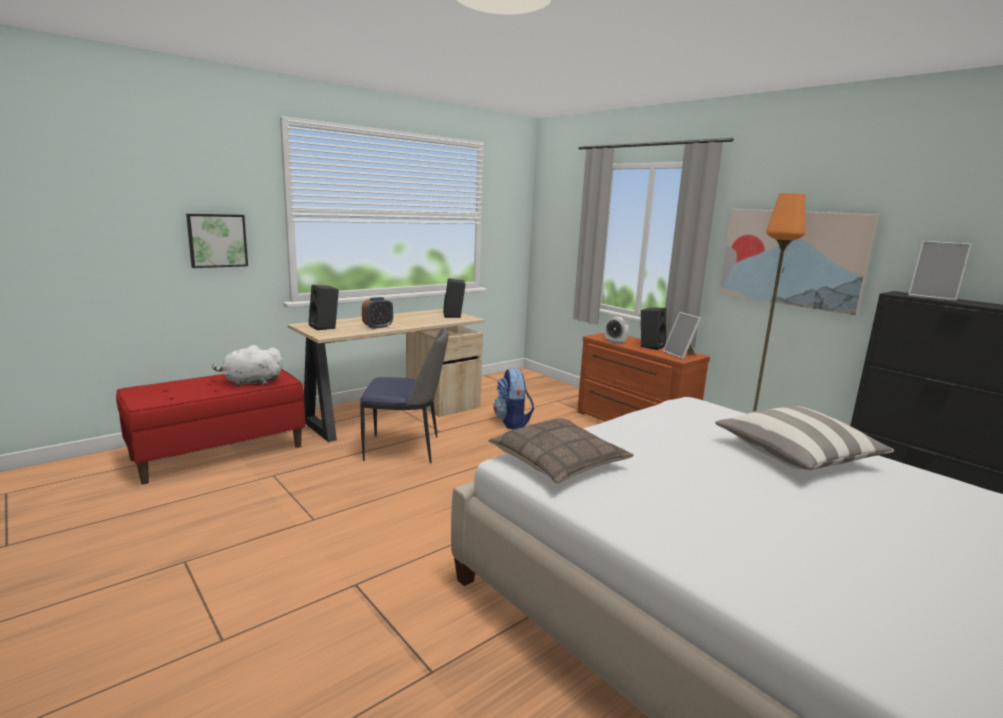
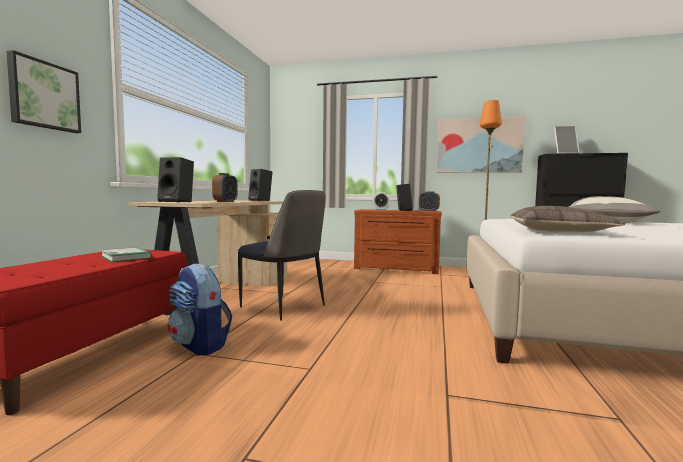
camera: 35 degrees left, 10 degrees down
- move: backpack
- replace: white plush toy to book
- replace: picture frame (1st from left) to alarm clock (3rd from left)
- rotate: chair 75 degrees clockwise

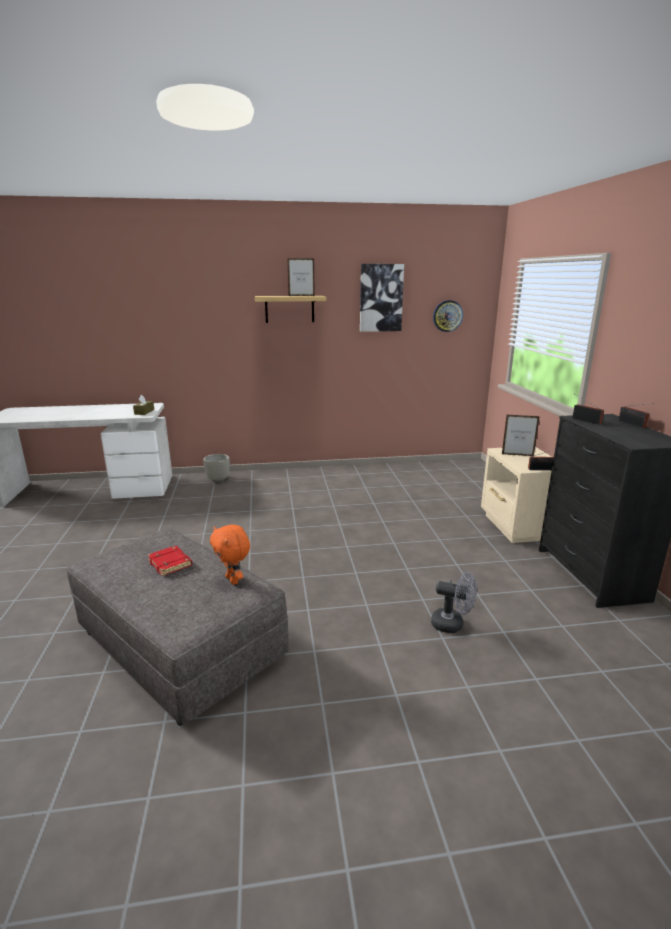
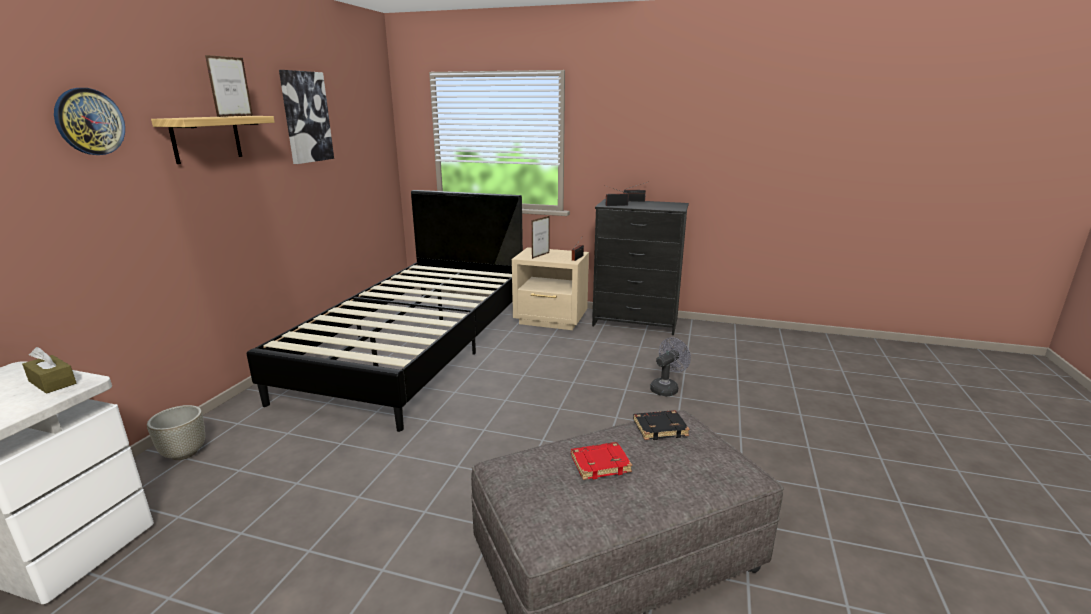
camera: 65 degrees left, 0 degrees up
- insert: black bed
- move: wall clock
- replace: orange plush toy to black book

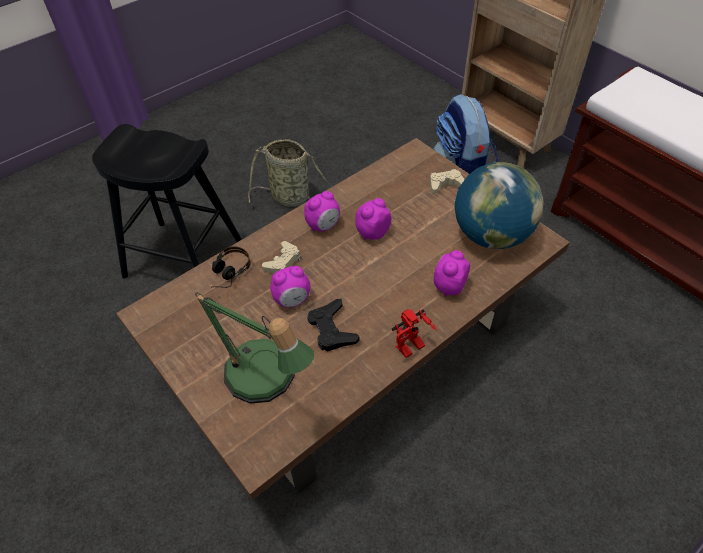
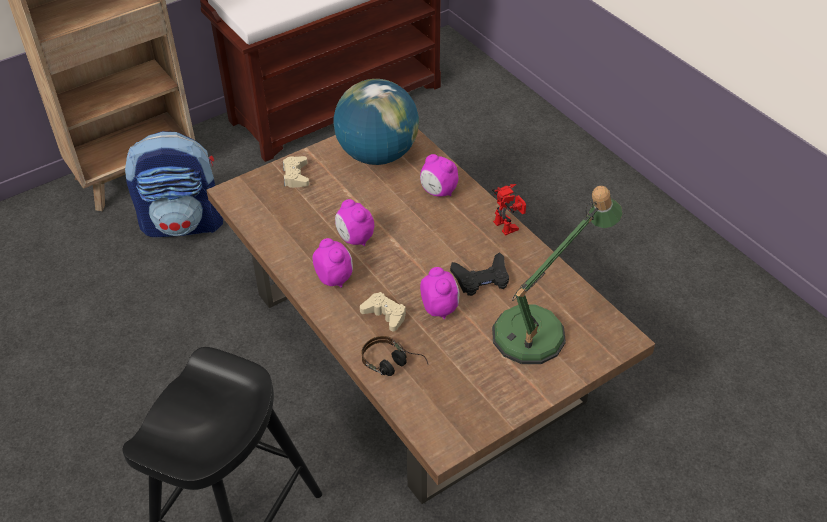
camera: 85 degrees left, 5 degrees down
- delete: basket

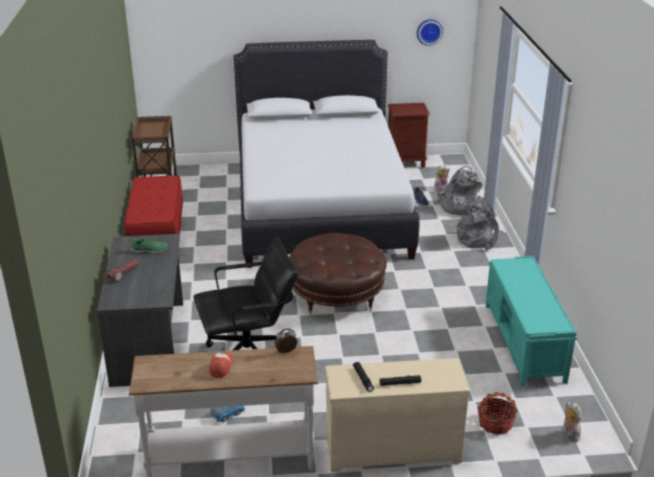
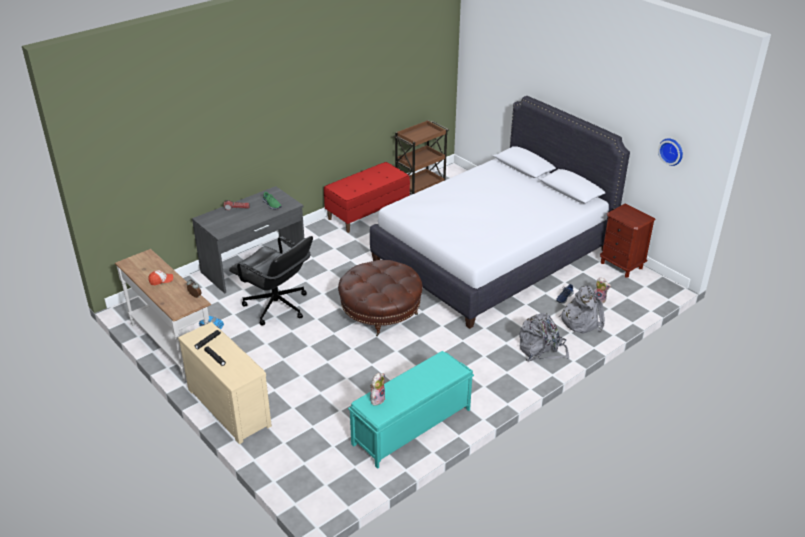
camera: 55 degrees right, 5 degrees up
- delete: basket
- move: plush toy (2nd from left in the first image) to plush toy (1st from left)

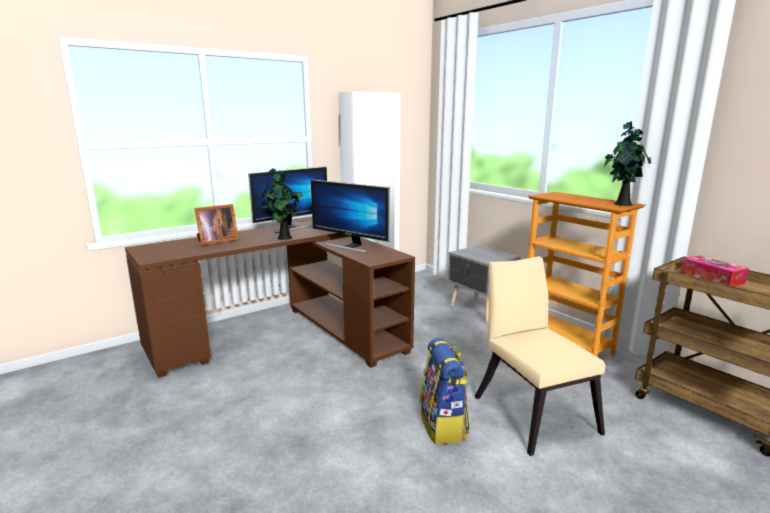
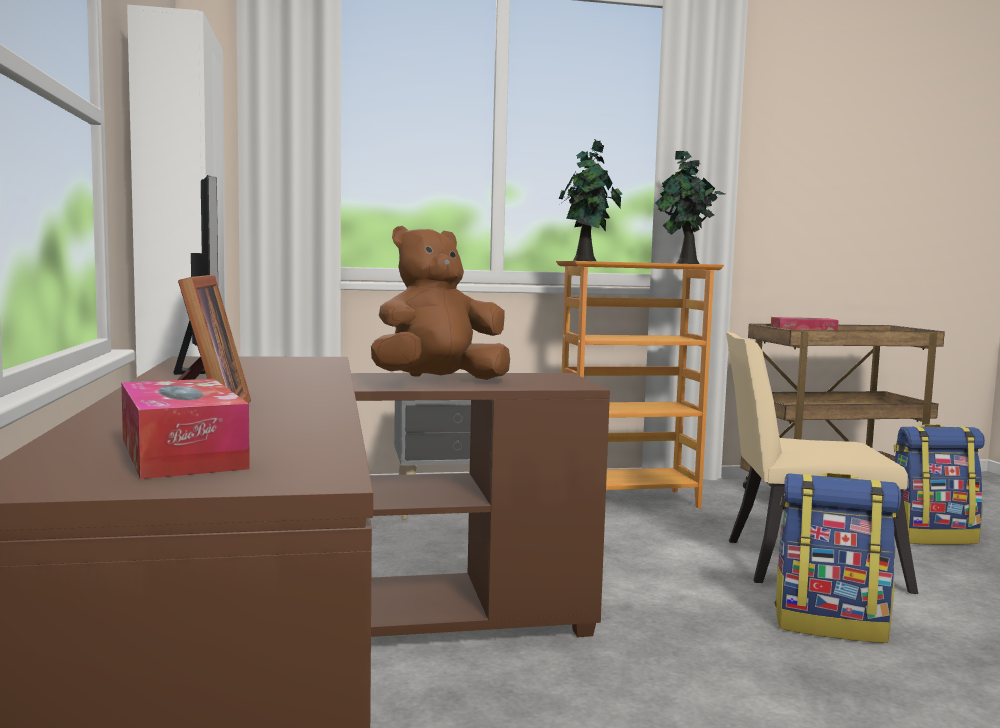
camera: 65 degrees left, 10 degrees down
- insert: tissue box (1st from left)
- insert: backpack (2nd from left)
- move: potted plant (1st from left)
- replace: monitor (2nd from left) to brown plush toy

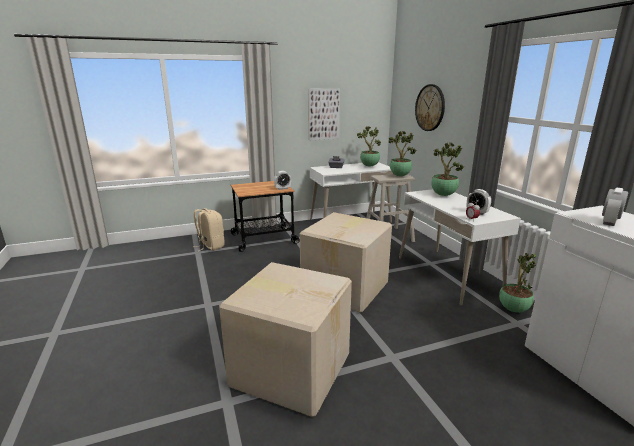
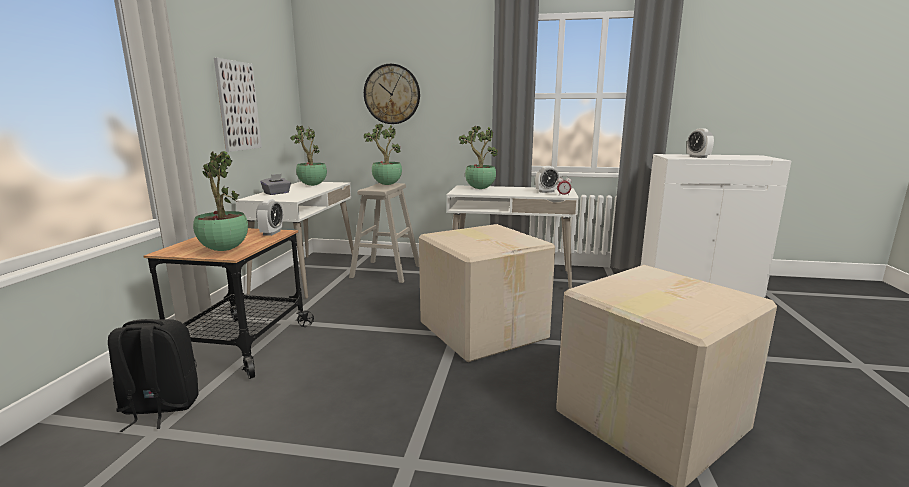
camera: 60 degrees left, 5 degrees down
- move: potted plant (4th from left in the first image) to potted plant (1st from left)
- recolor: beige backpack to black backpack

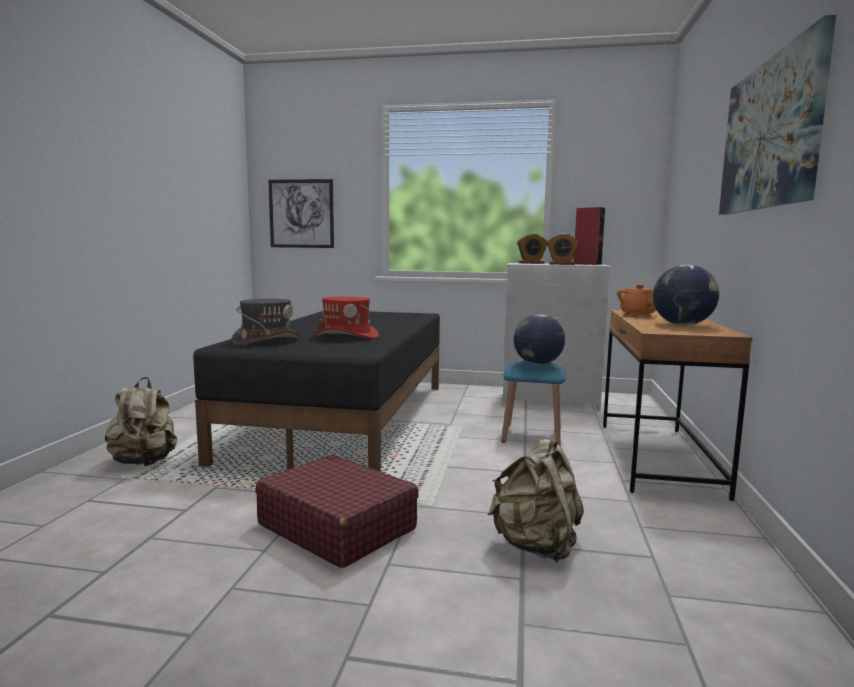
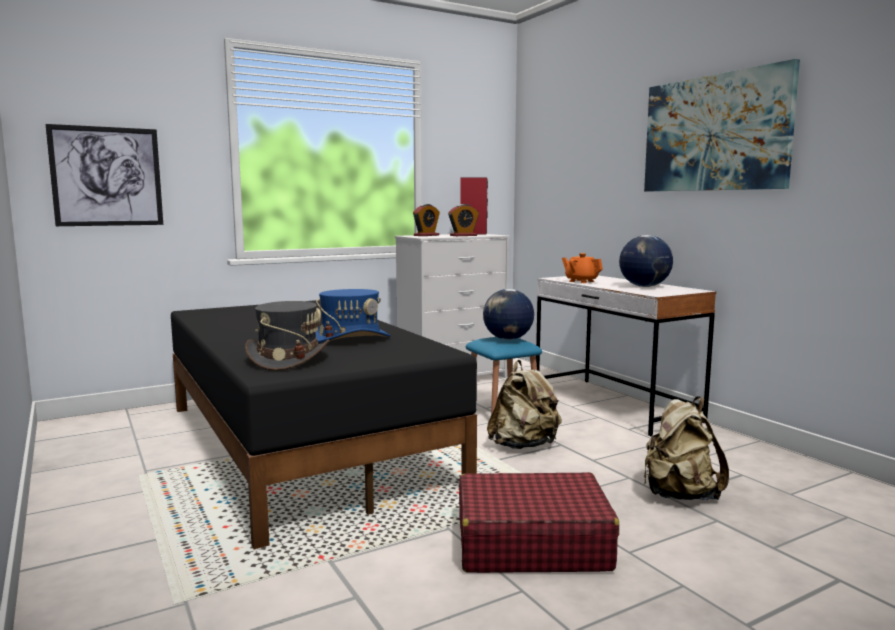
camera: 40 degrees left, 0 degrees up
- move: beige backpack (1st from left)
- recolor: red hat to blue hat
- recolor: brown desk to white desk

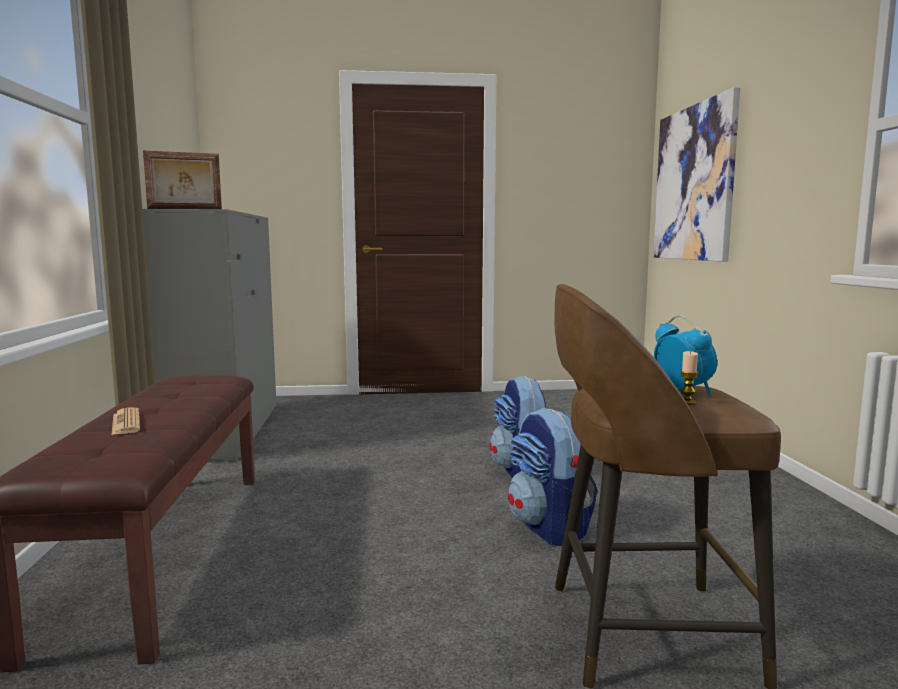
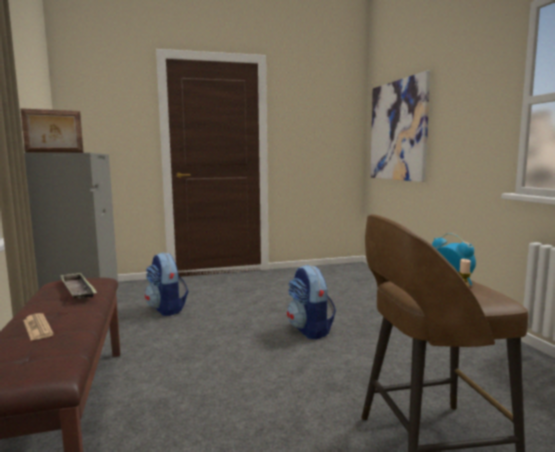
camera: 10 degrees left, 0 degrees up
- insert: tray
- move: backpack (2nd from left in the first image) to backpack (1st from left)

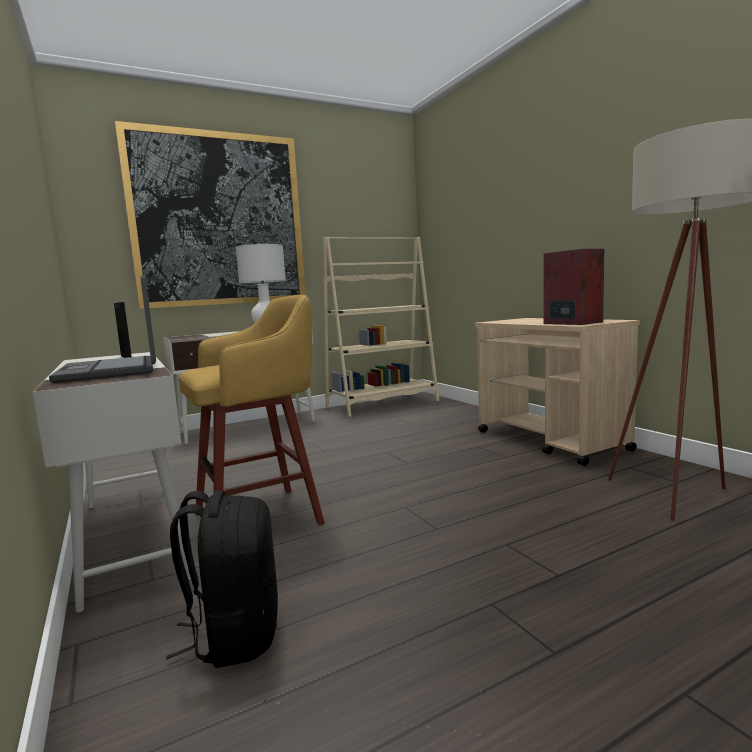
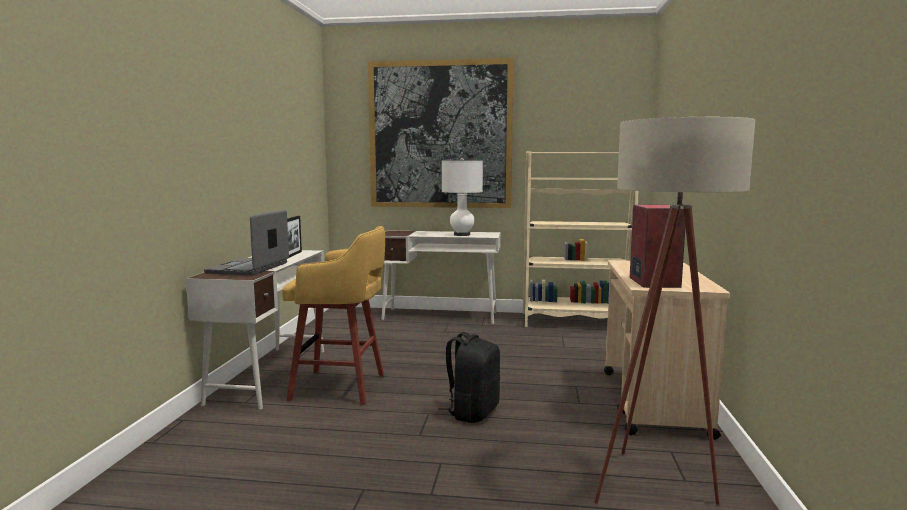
camera: 35 degrees right, 0 degrees up
- move: black backpack

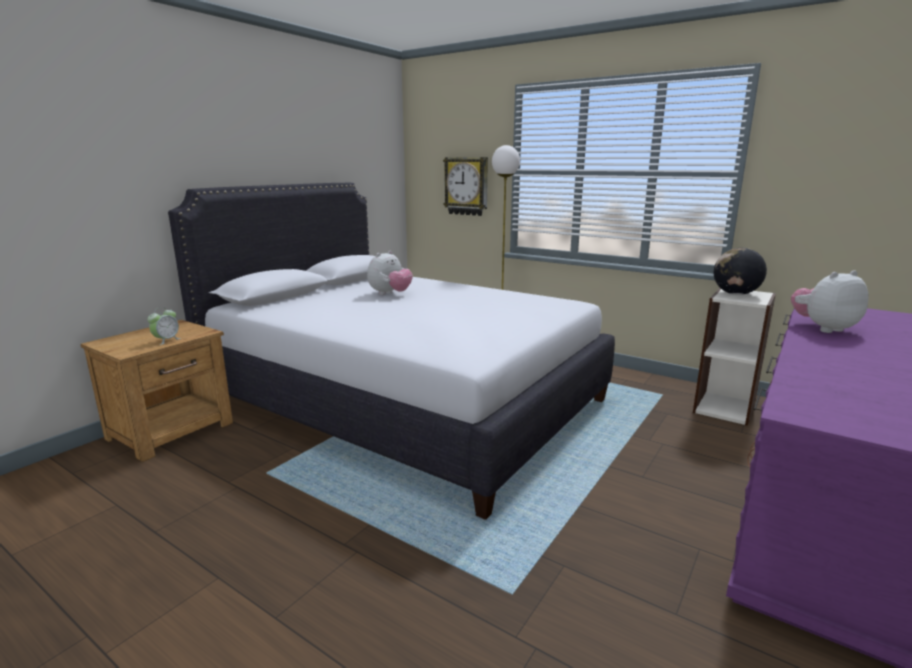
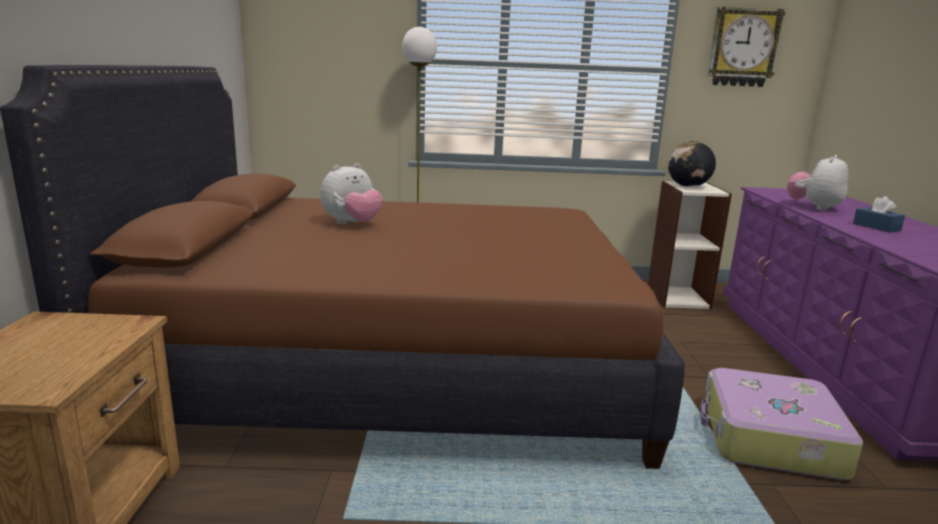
camera: 35 degrees left, 0 degrees up
- delete: alarm clock
- insert: suitcase
- insert: blue tissue box
- move: wall clock
- recolor: white bed to brown bed
- rotate: plush toy (1st from left) 45 degrees clockwise

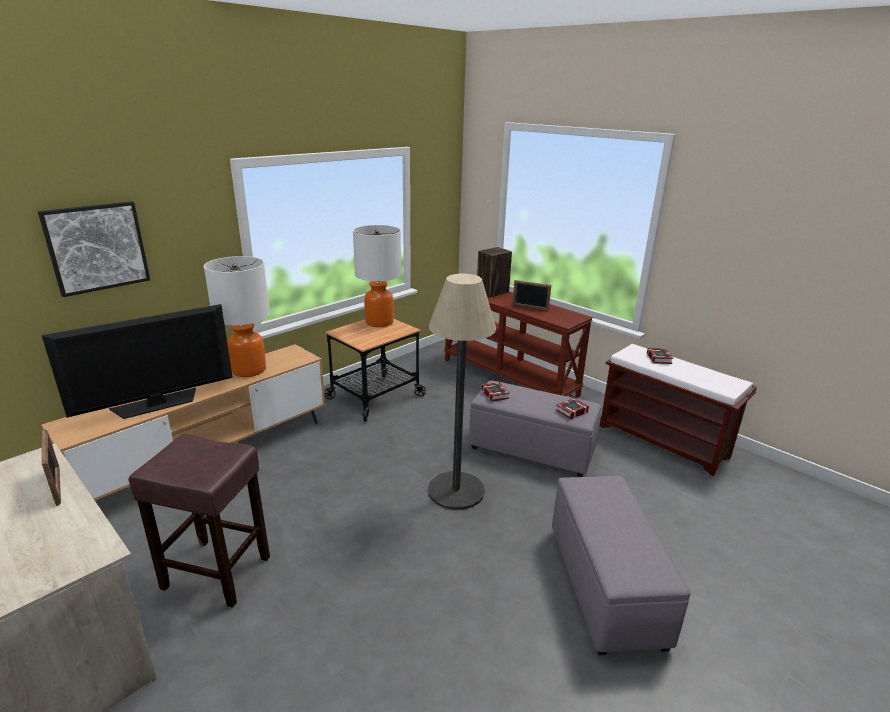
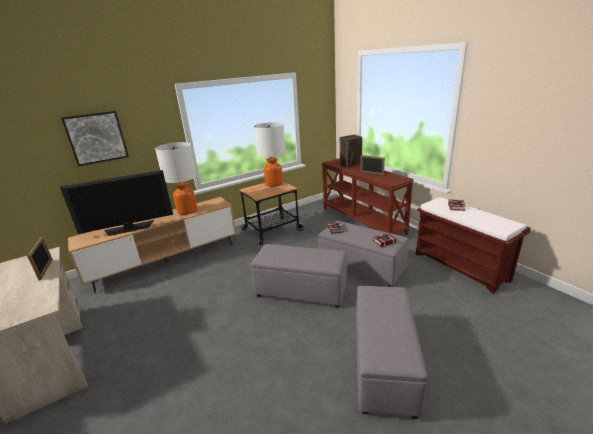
camera: 15 degrees right, 0 degrees up
- delete: brown stool
- replace: floor lamp to grey ottoman (1st from left)

